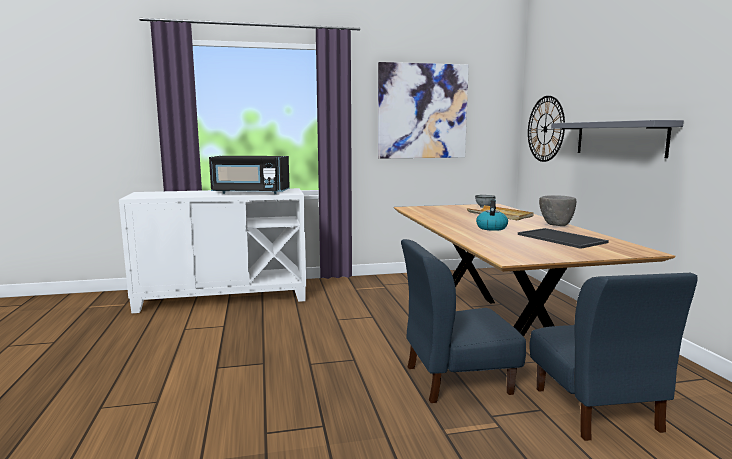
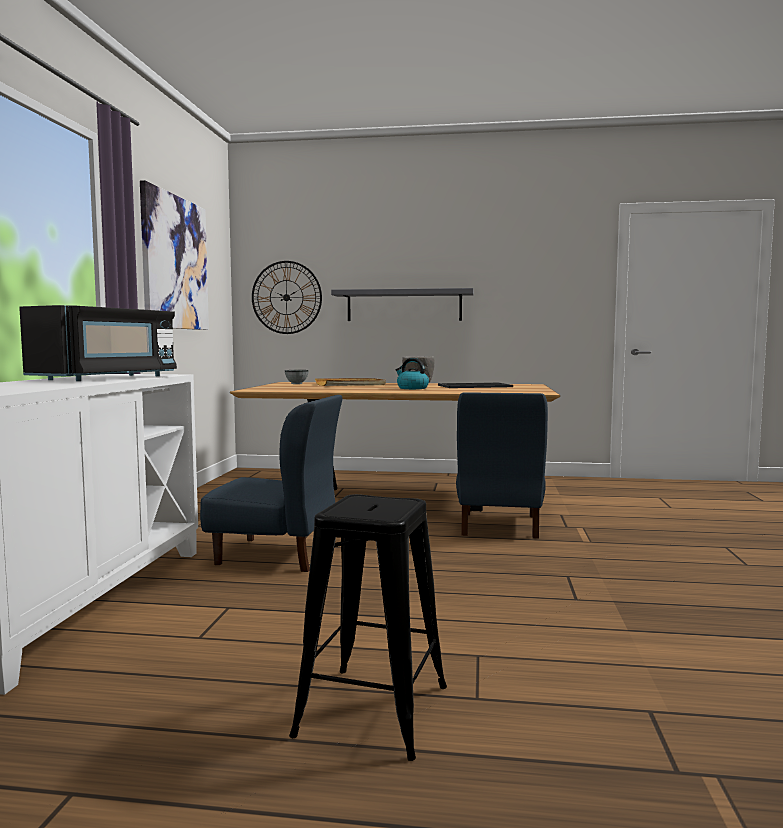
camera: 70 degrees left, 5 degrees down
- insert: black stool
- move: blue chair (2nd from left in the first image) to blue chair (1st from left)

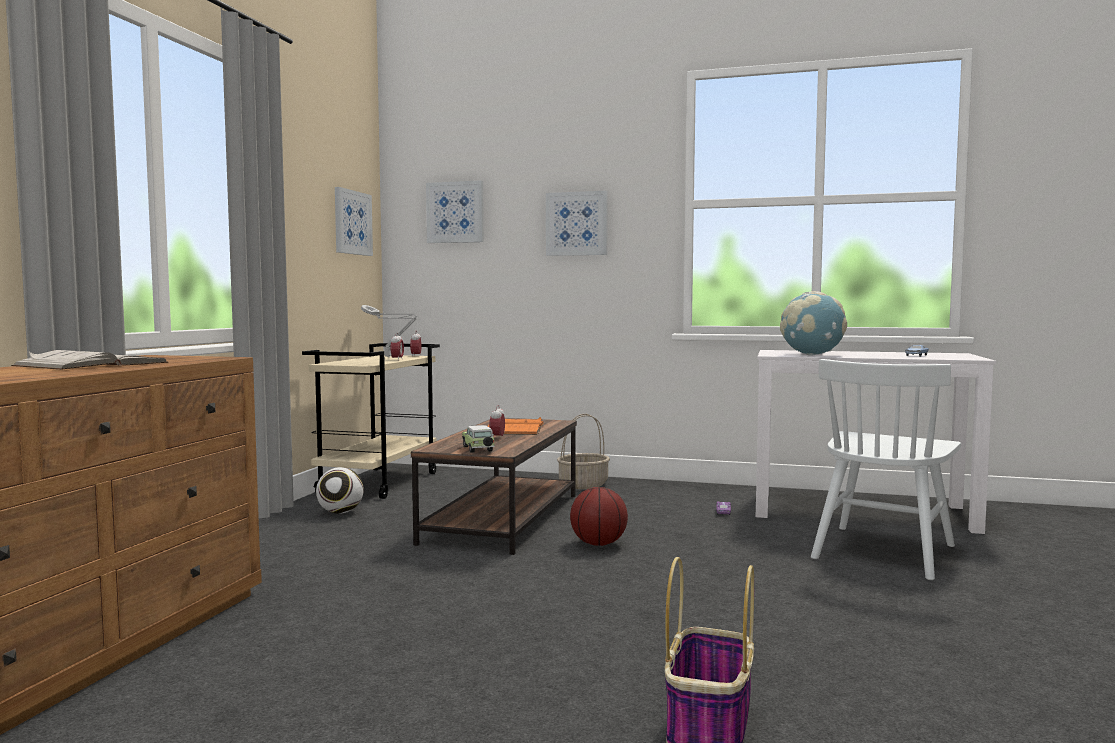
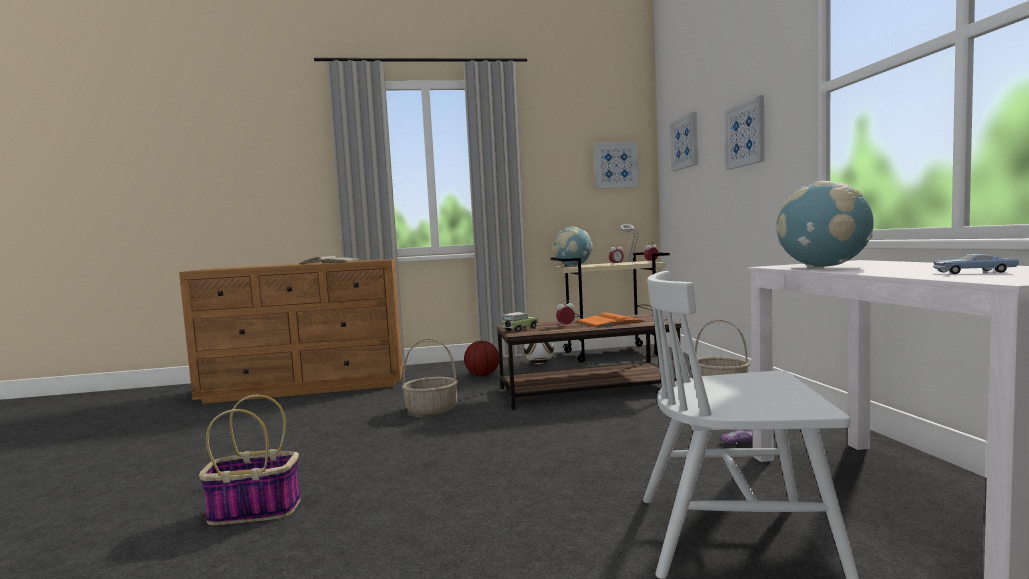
camera: 65 degrees right, 0 degrees up
- insert: basket (2nd from left)
- insert: globe (1st from left)
- move: basketball

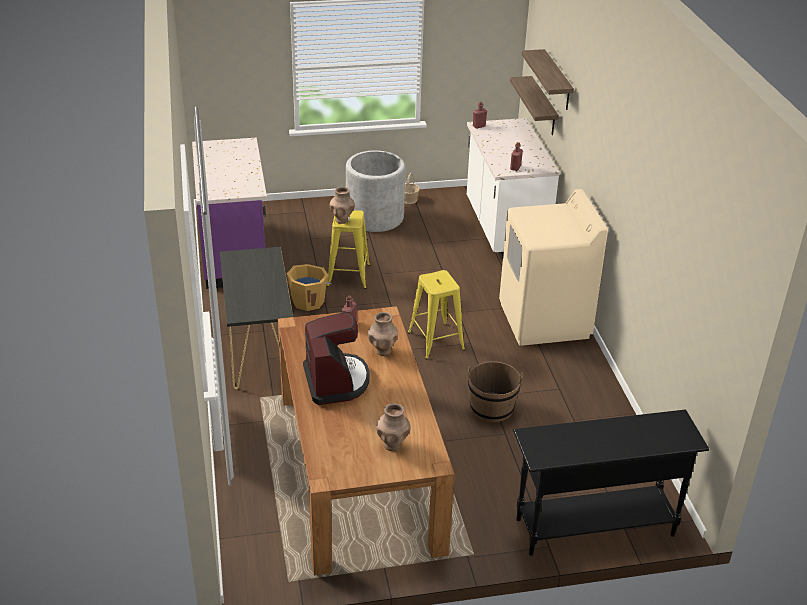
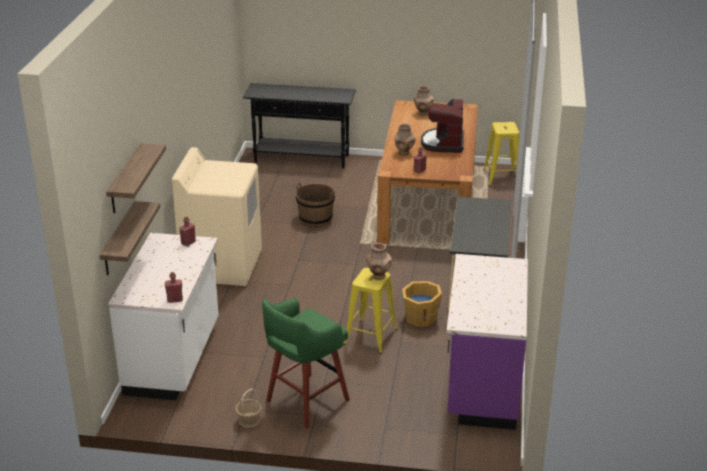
camera: 160 degrees left, 5 degrees down
- move: yellow stool (2nd from left)
- replace: grey planter to green stool

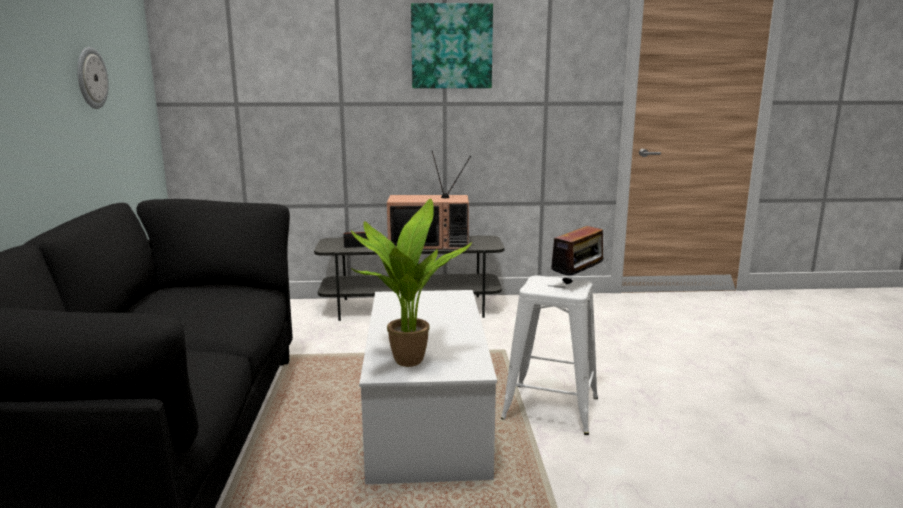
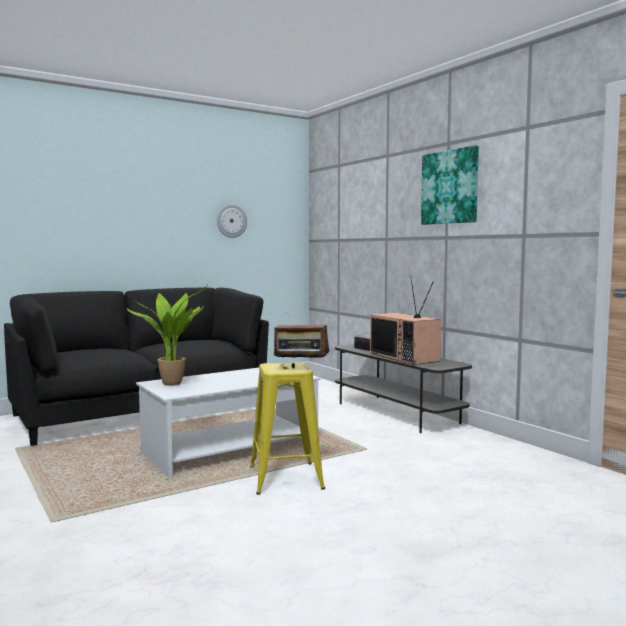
camera: 60 degrees right, 10 degrees down
- recolor: white stool to yellow stool

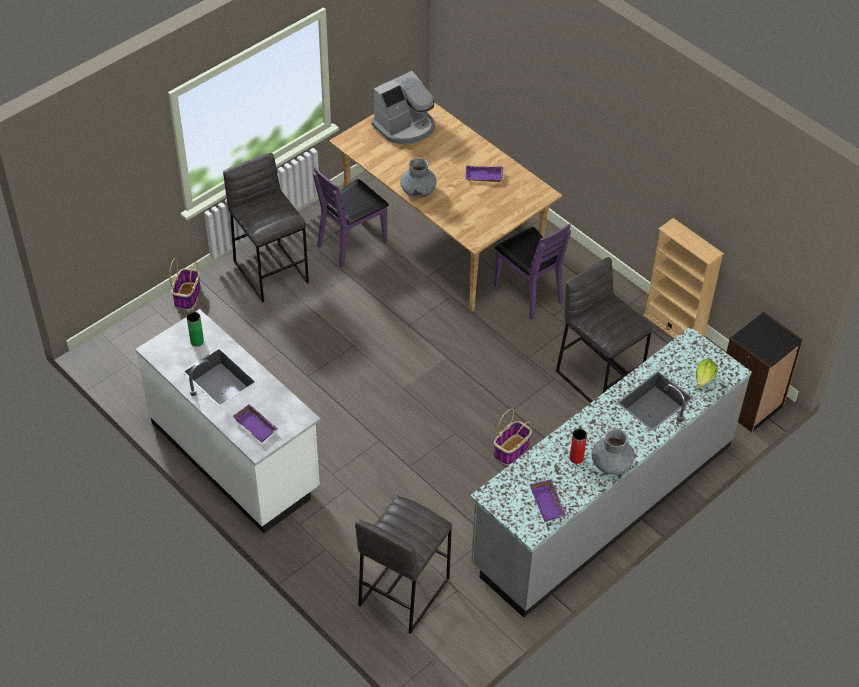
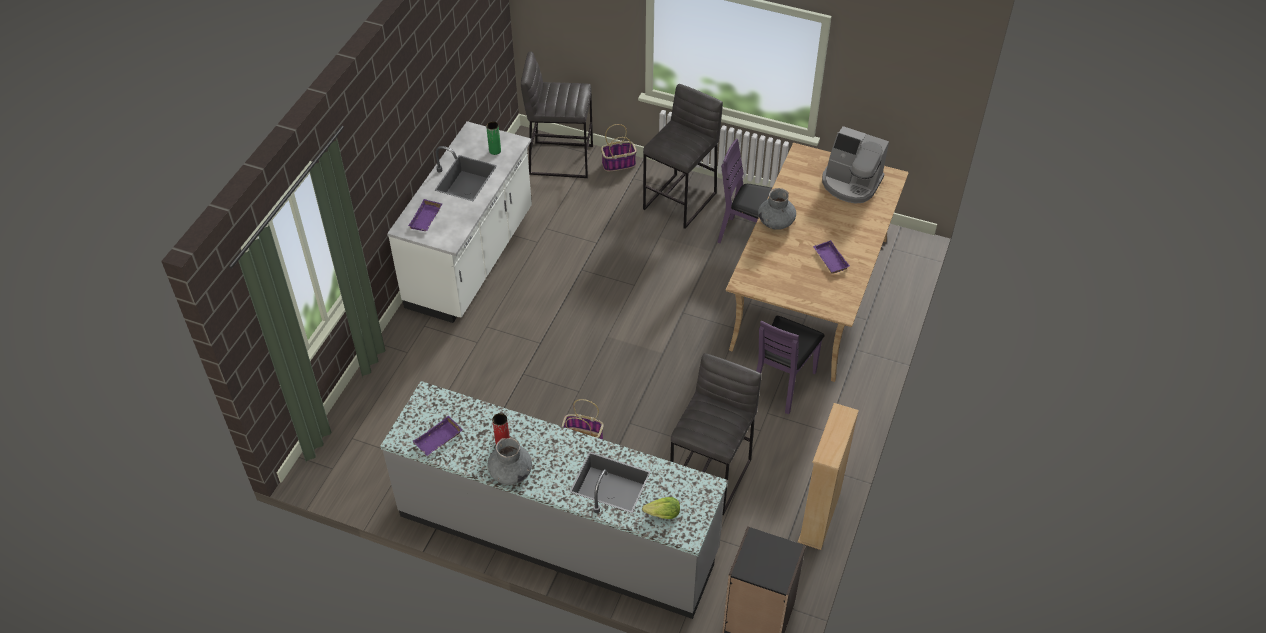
camera: 65 degrees right, 0 degrees up
- move: grey stool (2nd from left in the first image) to grey stool (1st from left)

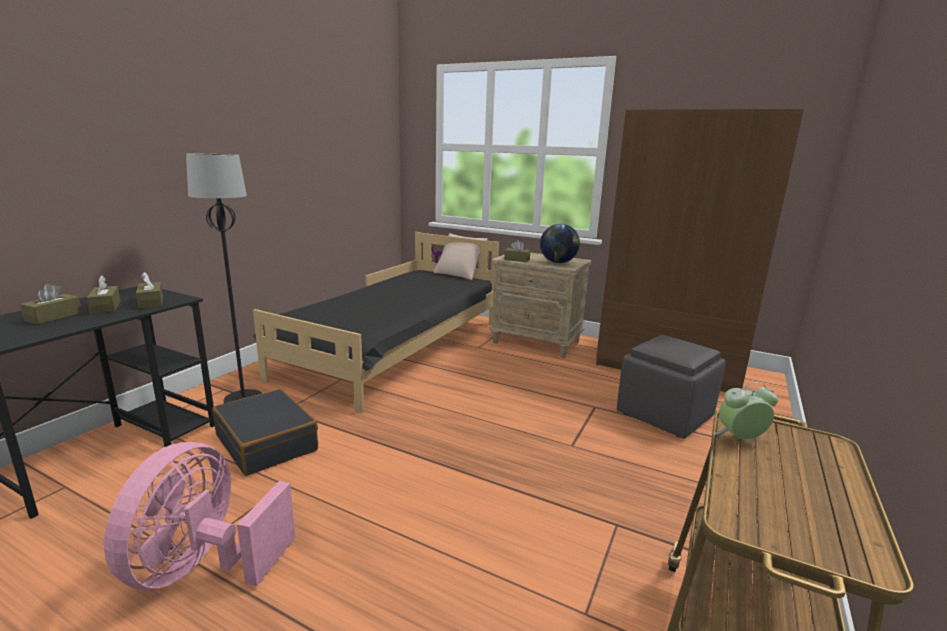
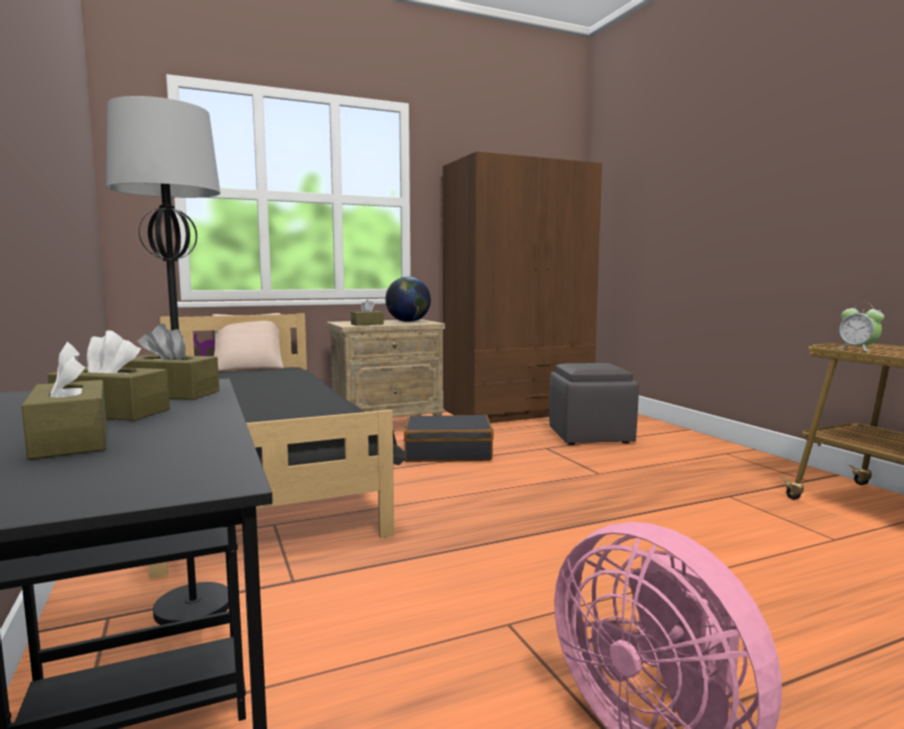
camera: 50 degrees left, 10 degrees down
- move: black suitcase
- rotate: alarm clock 60 degrees counterclockwise

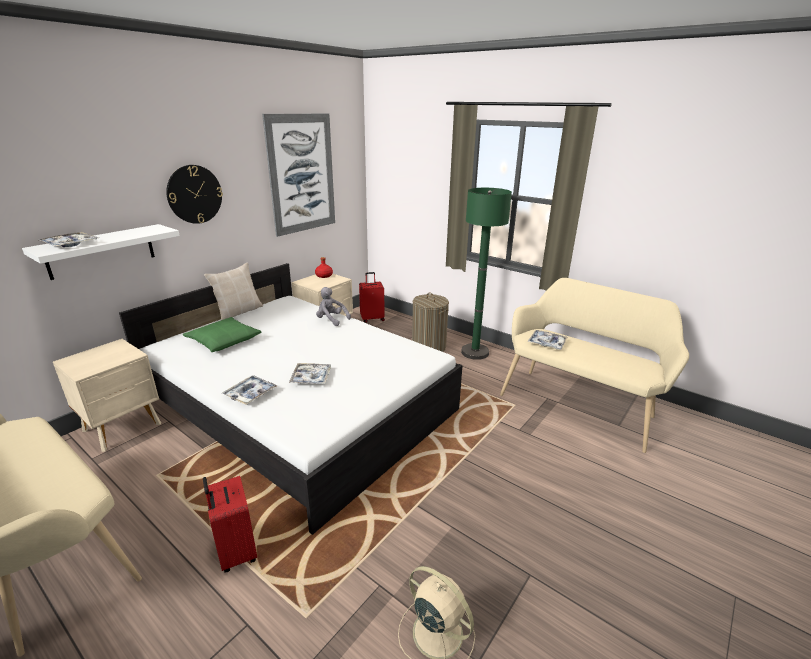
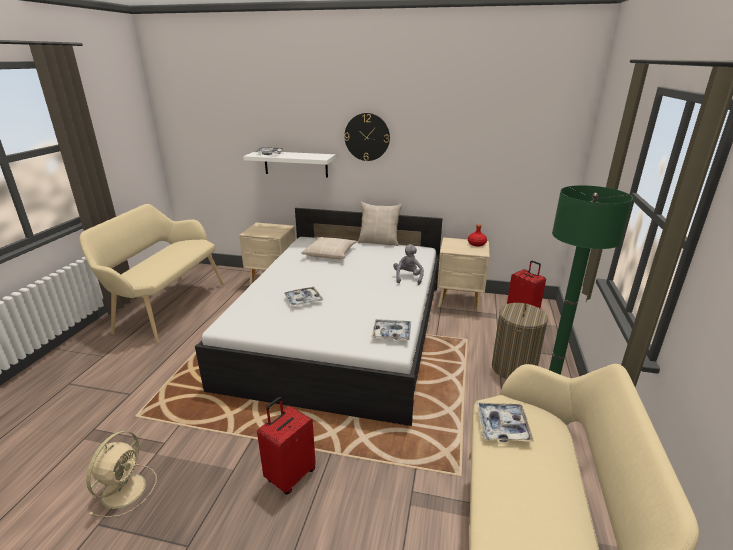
camera: 65 degrees right, 0 degrees up
- delete: picture
- move: red suitcase (1st from left)
- move: tray (2nd from left in the first image) to tray (3rd from left)
- recolor: green pillow to beige pillow (1st from left)

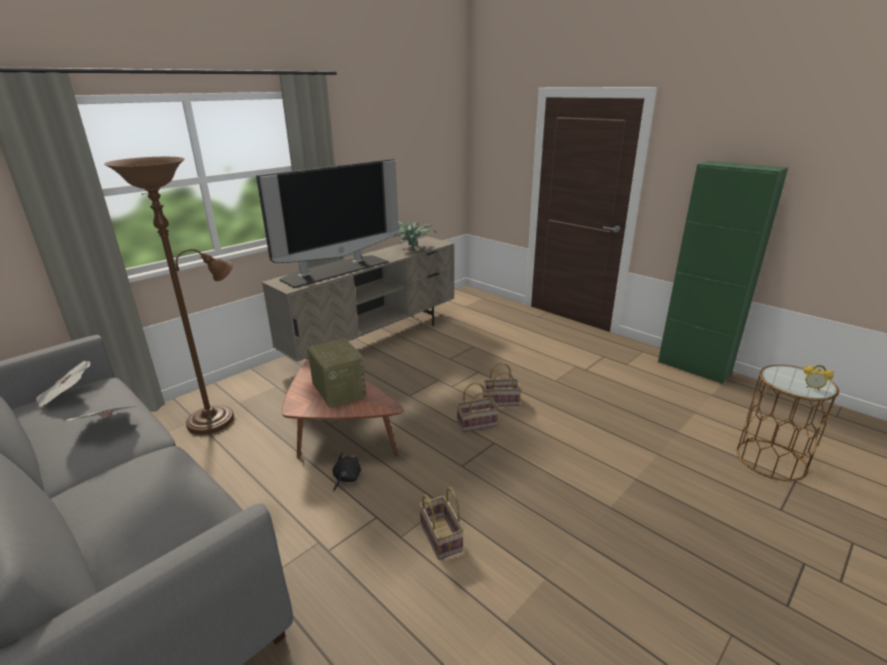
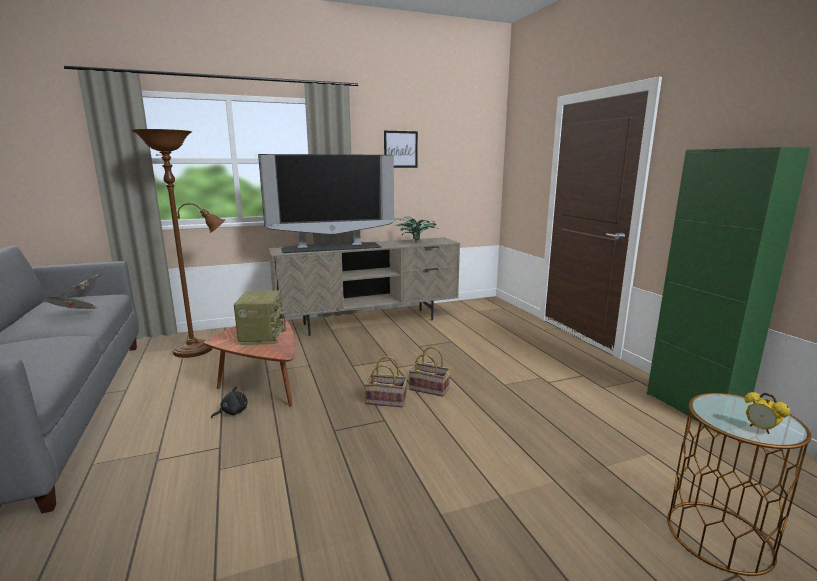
camera: 25 degrees right, 10 degrees down
- delete: basket (1st from left)
- insert: picture

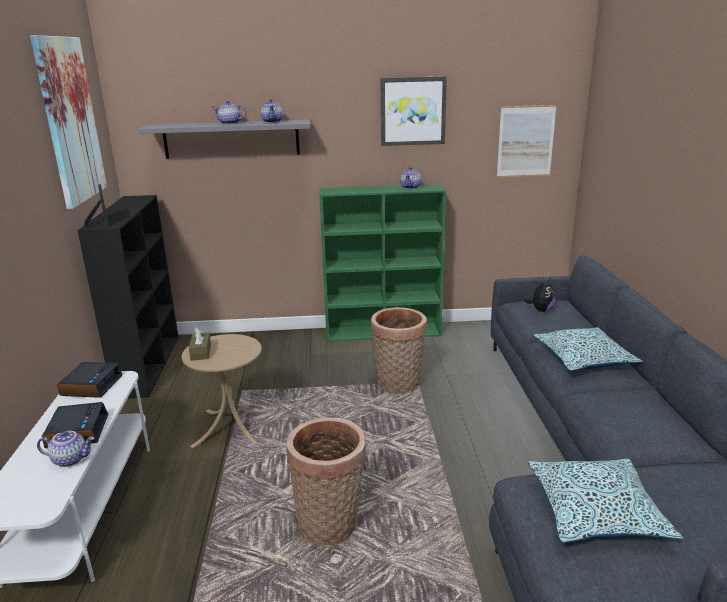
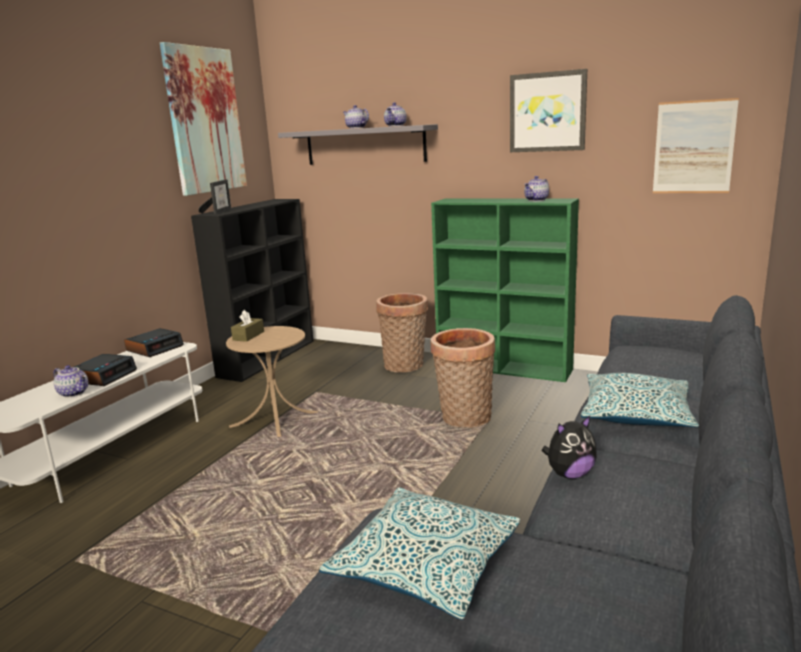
camera: 30 degrees right, 5 degrees down
- move: basket (1st from left)
- move: plush toy

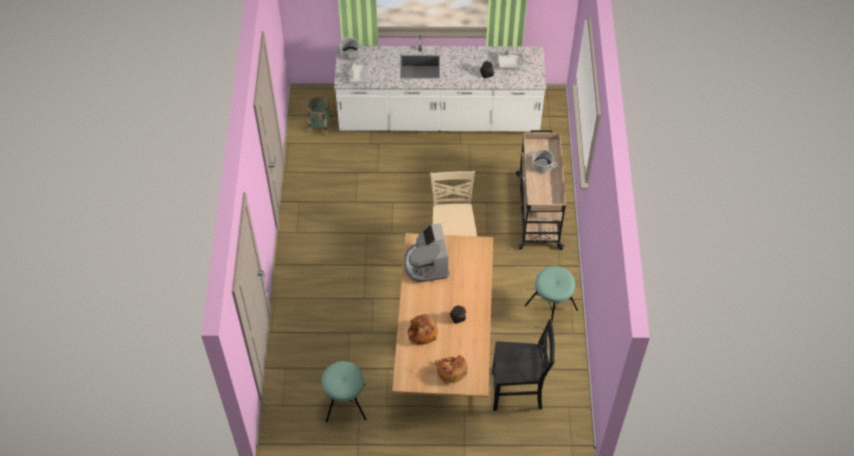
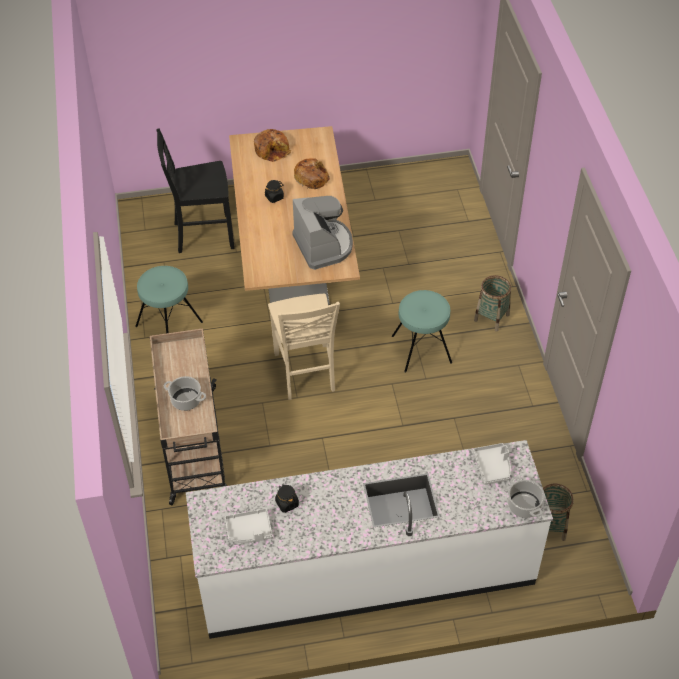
camera: 170 degrees right, 5 degrees down
- insert: basket (1st from left)
- move: turquoise stool (1st from left in the first image) to turquoise stool (2nd from left)

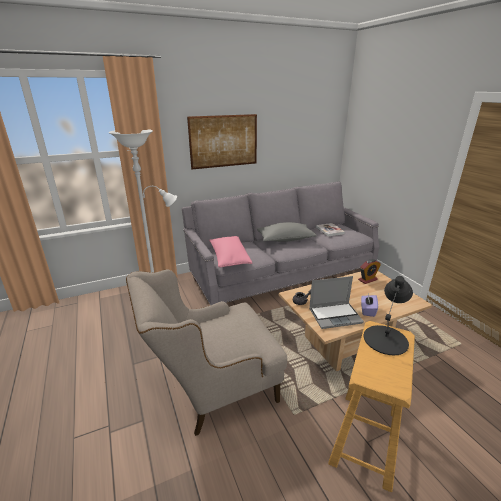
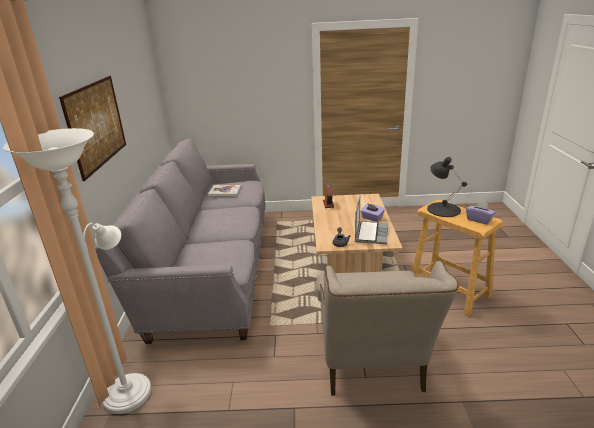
camera: 65 degrees left, 0 degrees up
- delete: pink pillow
- delete: grey pillow
- insert: purple tissue box (2nd from left)

